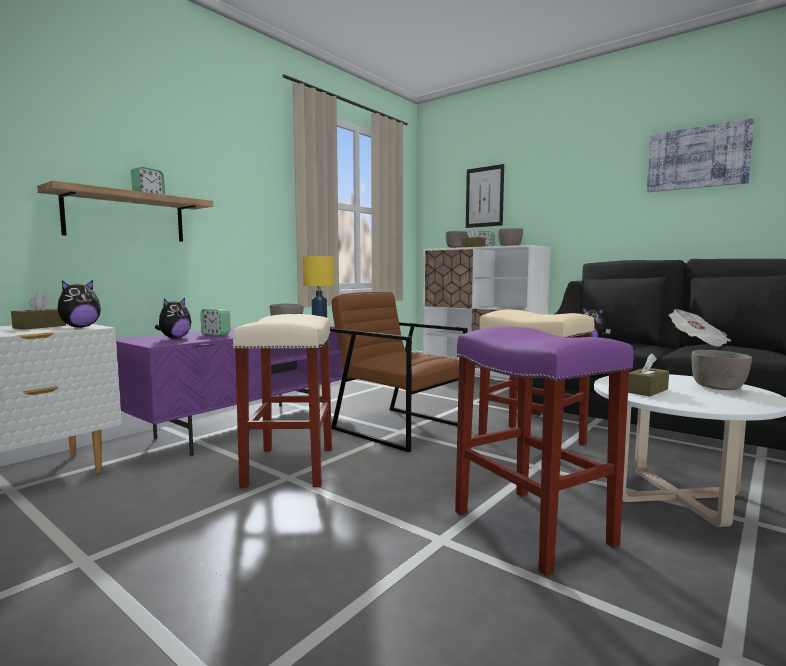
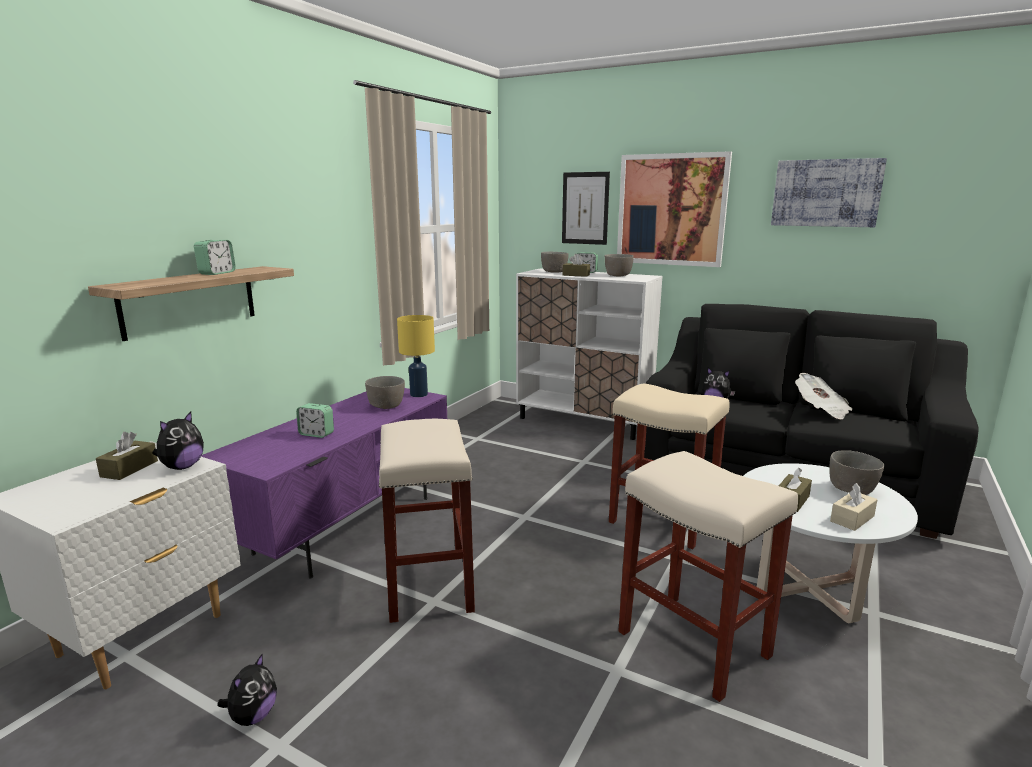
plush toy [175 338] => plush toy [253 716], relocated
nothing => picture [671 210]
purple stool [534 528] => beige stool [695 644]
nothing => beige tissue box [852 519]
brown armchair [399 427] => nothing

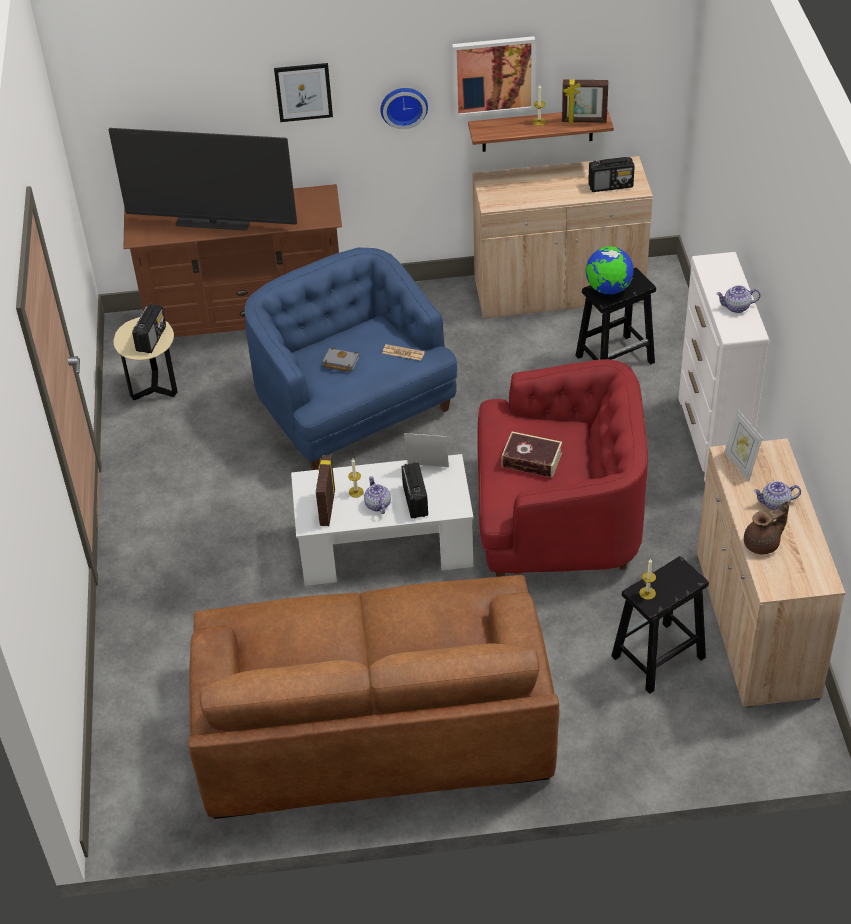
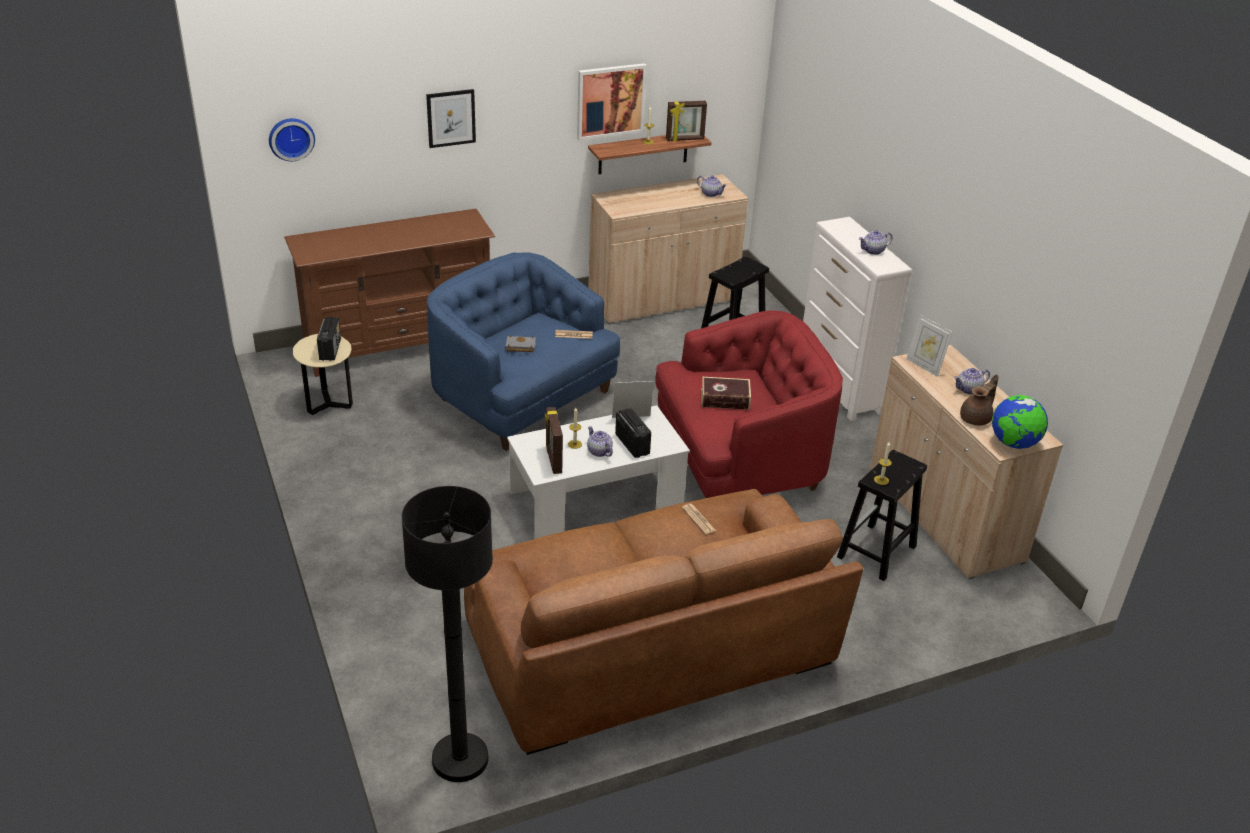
wall clock [403 105] => wall clock [291 138], relocated
nothing => black floor lamp [460 759]
nothing => newspaper [698 519]
radio [611 185] => teapot [711 194]
globe [608 289] => globe [1013 443], relocated
television [212 224] => nothing

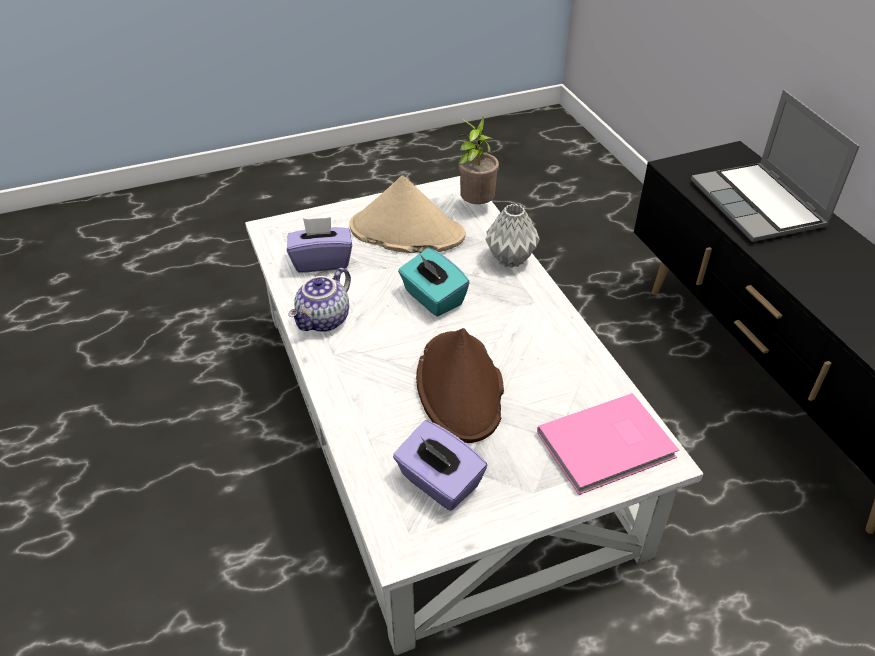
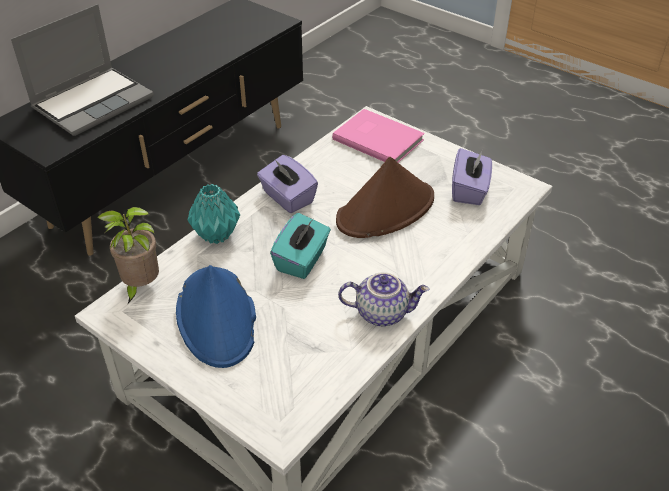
beige hat [406 232] => blue hat [217 318]
grey vase [511 259] => turquoise vase [215 234]
purple tissue box [321 261] => purple tissue box [287 198], relocated

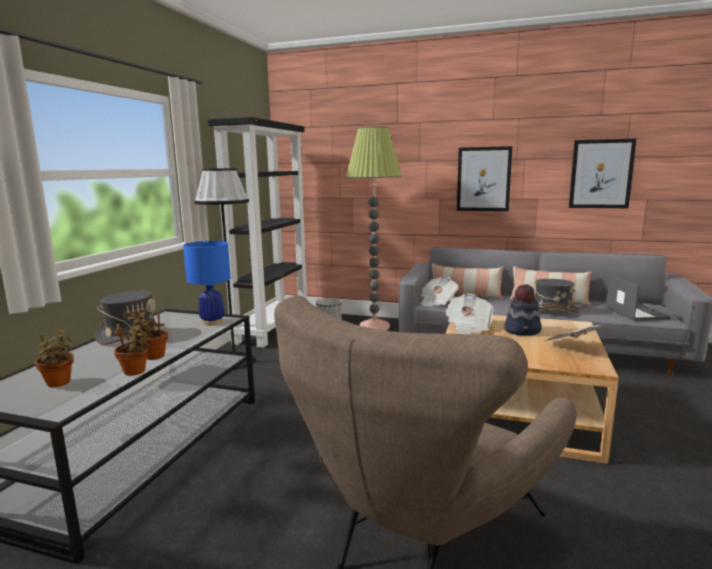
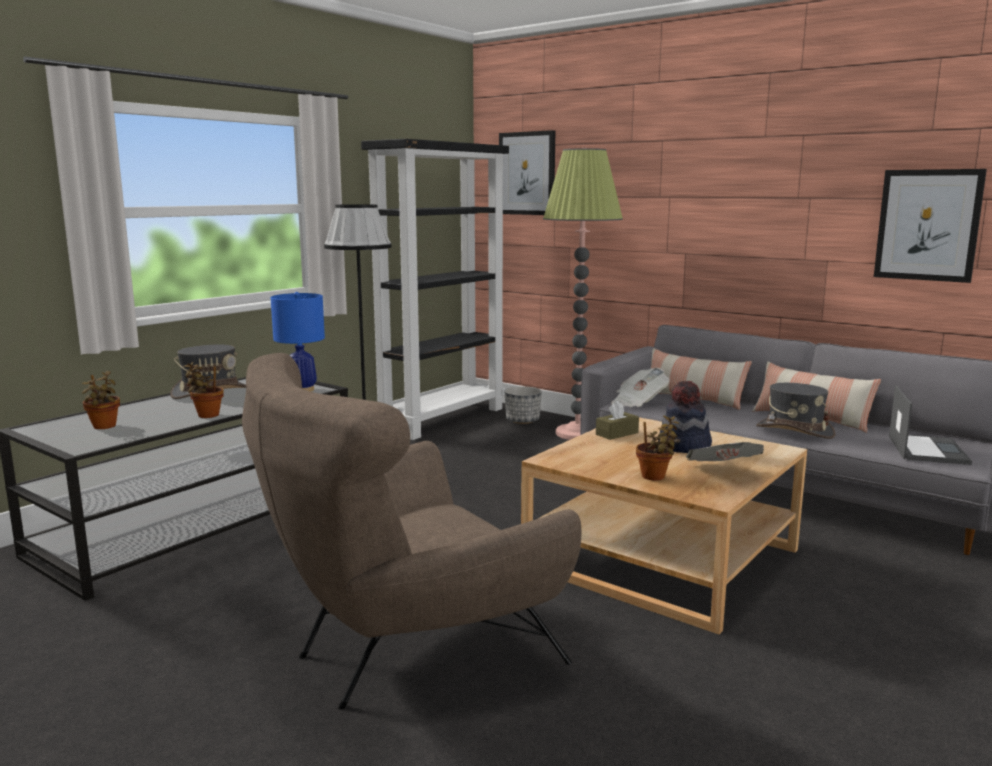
picture [483 179] => picture [527 173], relocated
newspaper [468 327] => brown tissue box [617 433]
potted plant [136 372] => potted plant [655 477], relocated

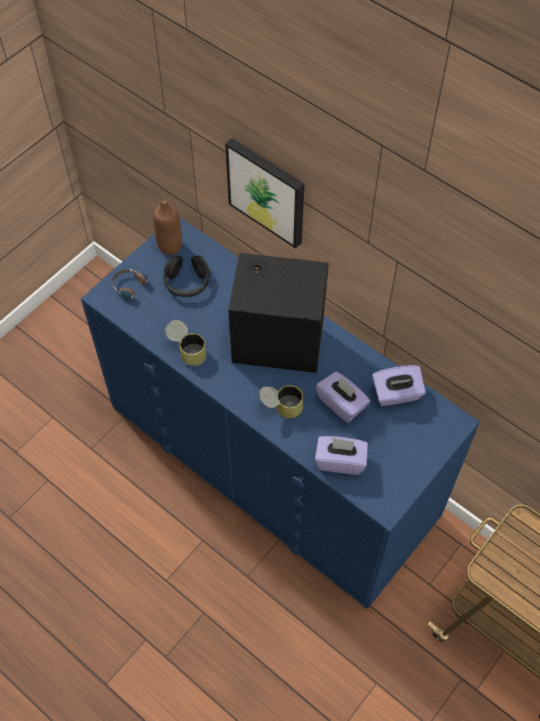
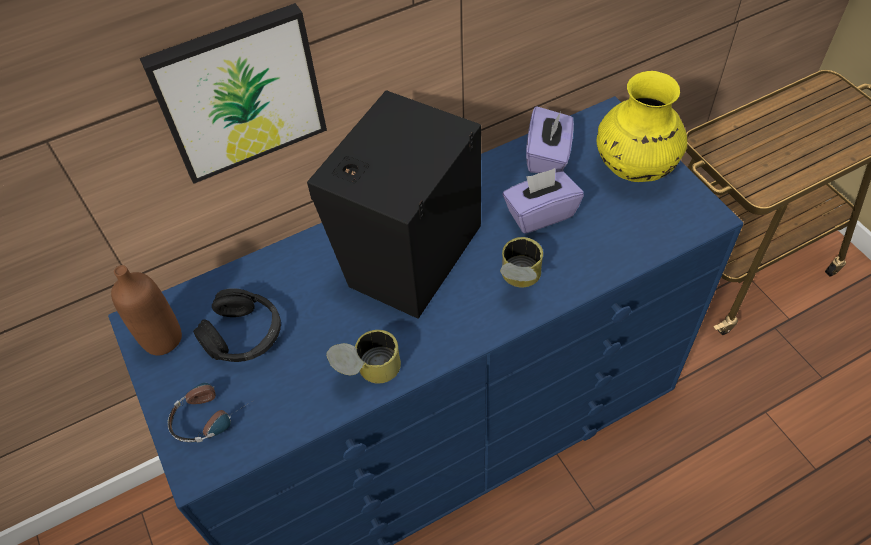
nothing => yellow vase [634 168]
purple tissue box [340 461] => nothing

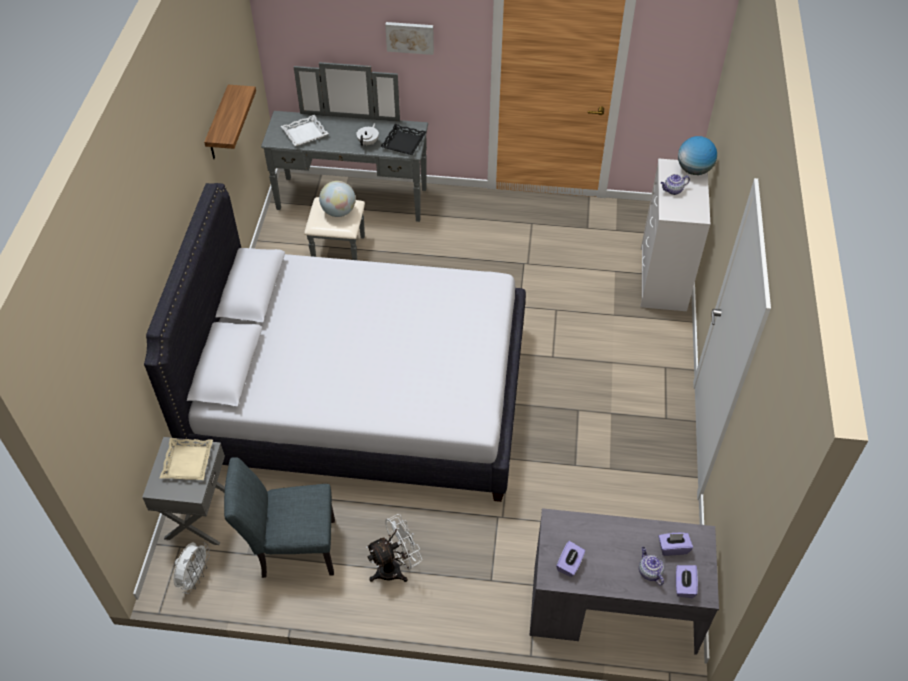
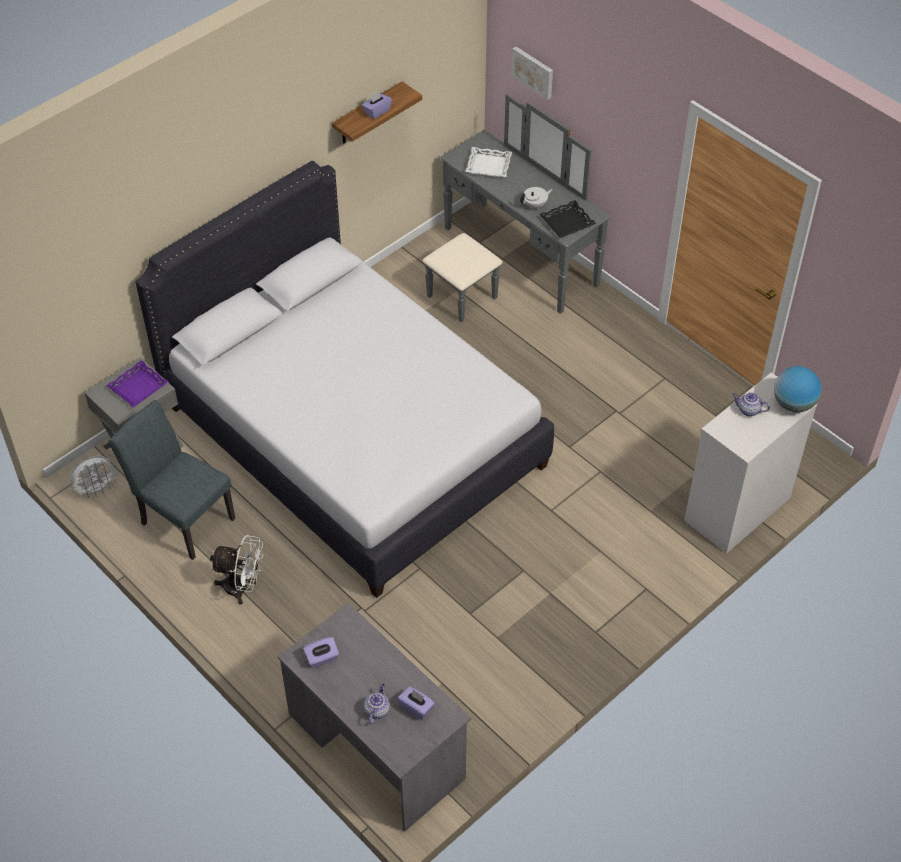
beige tray [188 462] => purple tray [138 388]
purple tissue box [684 586] => purple tissue box [377 111], relocated
picture [410 37] => picture [533 72], relocated
globe [339 212] => nothing

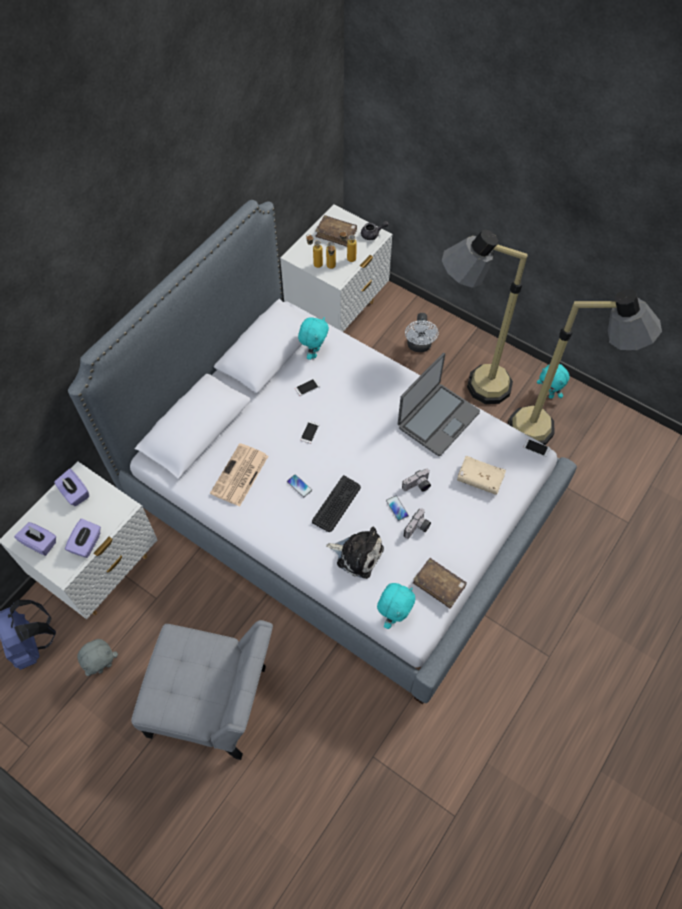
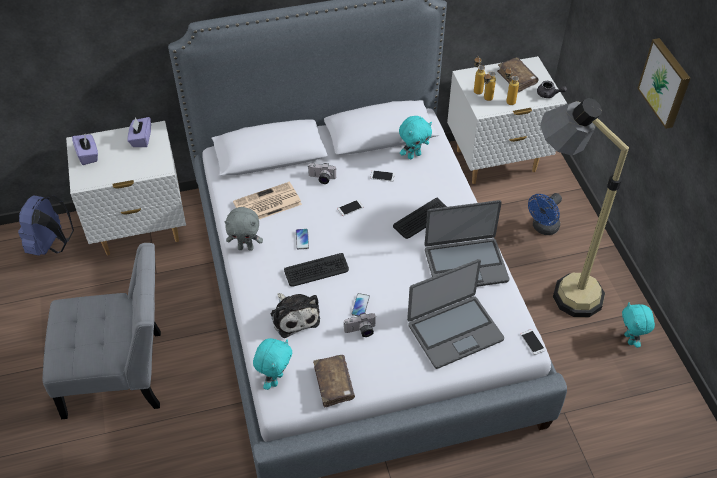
grey chair [215 704] => grey chair [121 374], 60 degrees counterclockwise
grey plush toy [104 666] => grey plush toy [246 247], relocated
turquoise plush toy [393 615] => turquoise plush toy [275 379], 45 degrees counterclockwise
photo camera [417 486] => photo camera [321 179], relocated
nothing => keyboard [421 219]
beige book [480 478] => laptop [454 331]
white fan [419 346] => blue fan [543 228]
nothing => picture [666 82]
purple tissue box [87 544] => nothing
floor lamp [551 436] => nothing

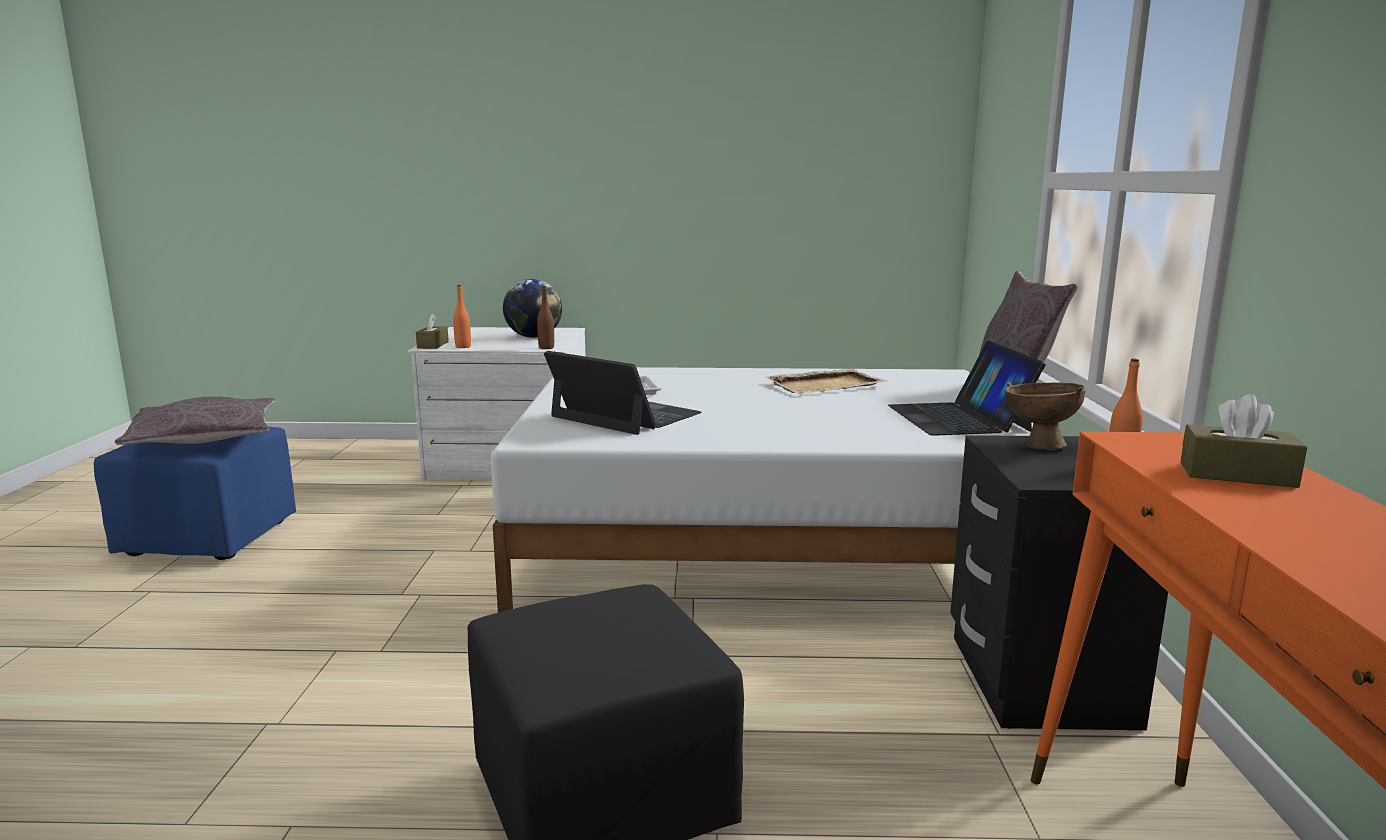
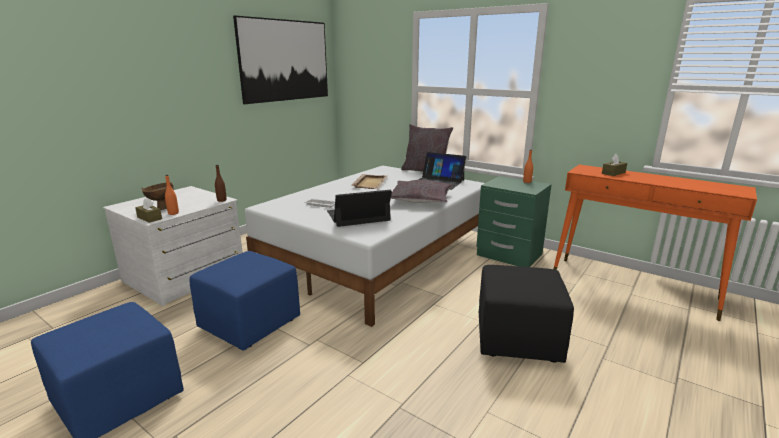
brown bowl [1037 444] => brown bowl [161 208], relocated
nothing => blue ottoman [249 325]
nothing => picture [285 60]
grey pillow [205 438] => grey pillow [420 199], relocated
black nightstand [1036 680] => green nightstand [509 255]
globe [534 337] => nothing

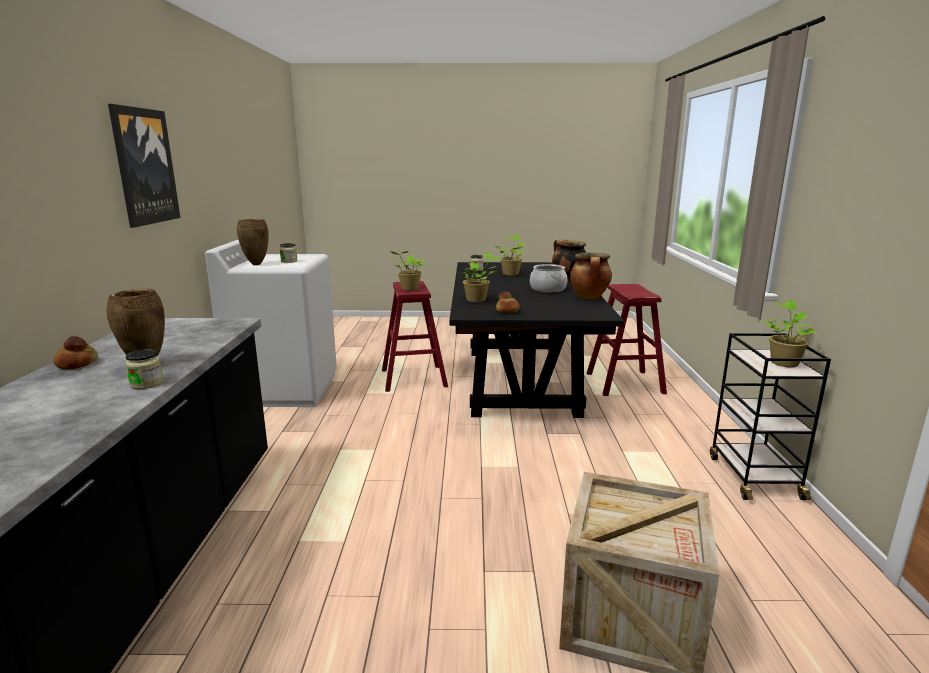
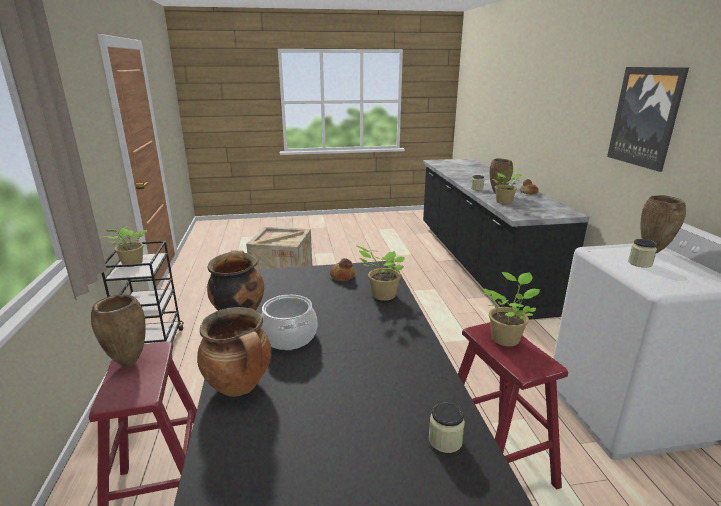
nothing => brown vase [128 364]
potted plant [511 274] => potted plant [504 202], relocated

